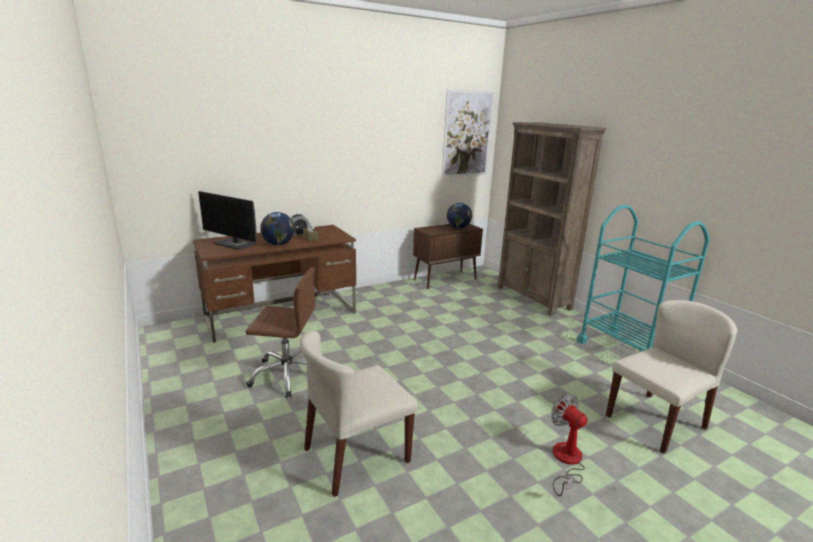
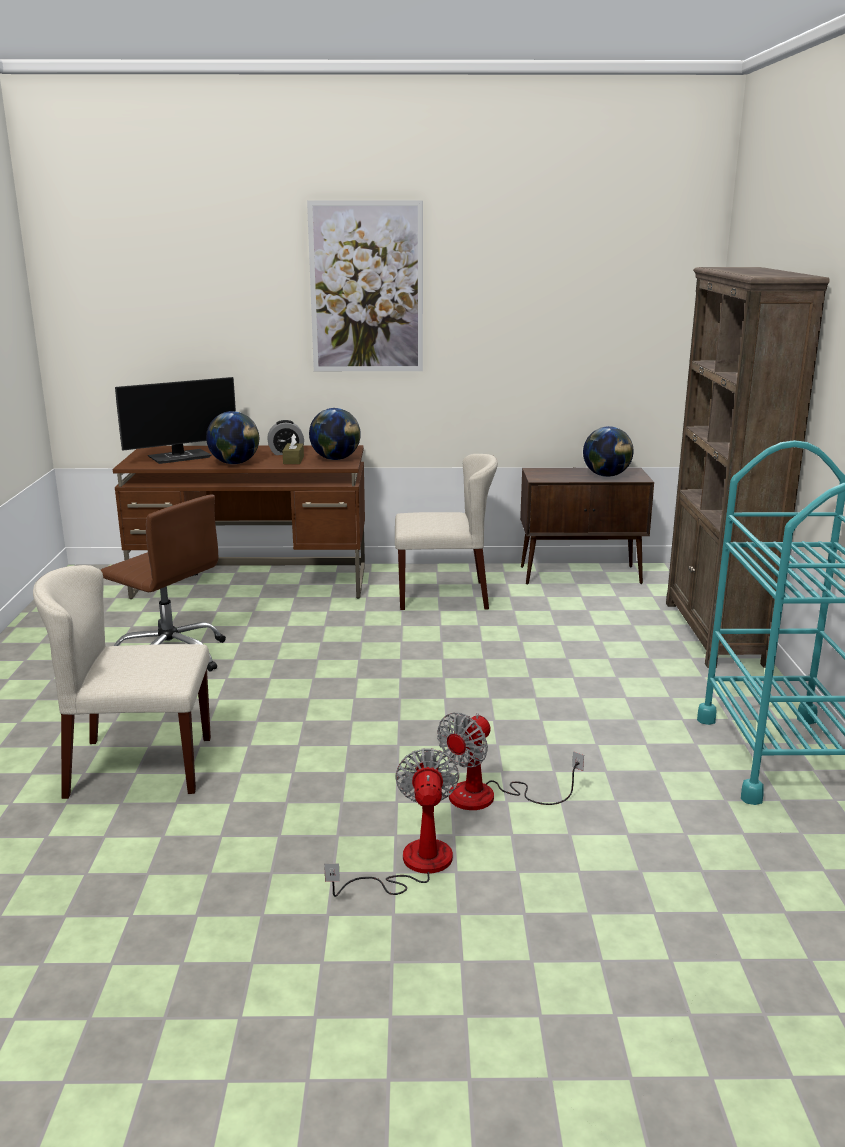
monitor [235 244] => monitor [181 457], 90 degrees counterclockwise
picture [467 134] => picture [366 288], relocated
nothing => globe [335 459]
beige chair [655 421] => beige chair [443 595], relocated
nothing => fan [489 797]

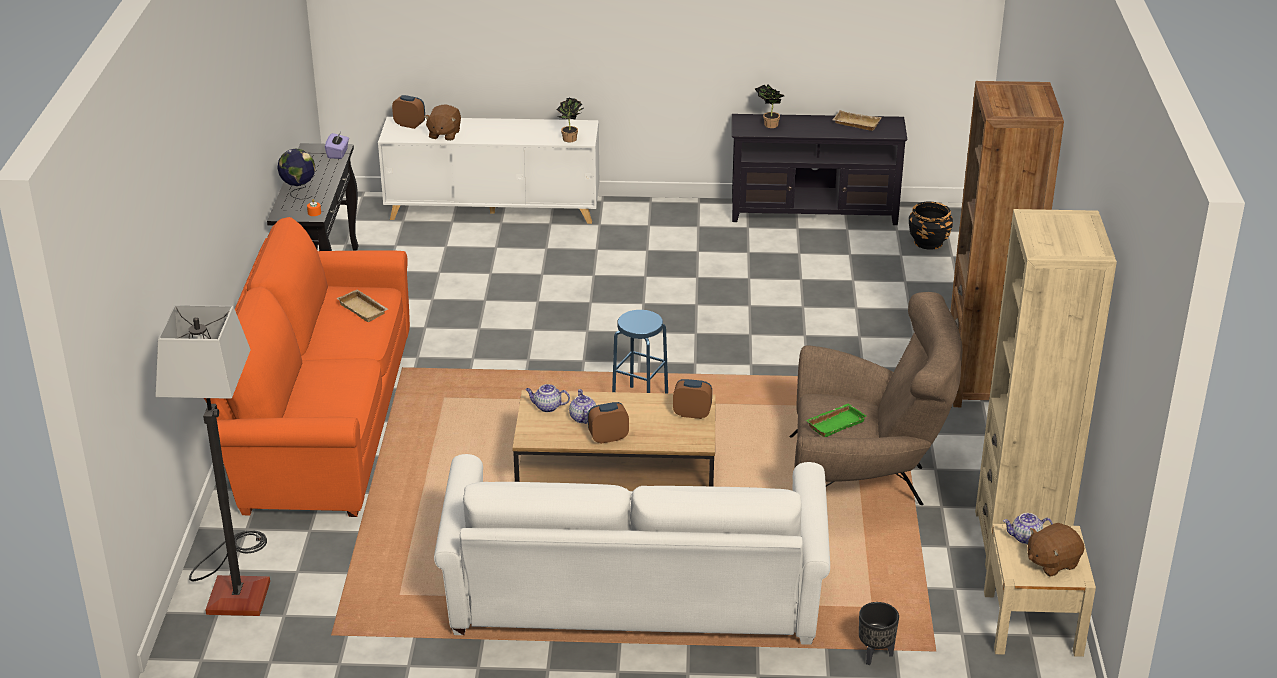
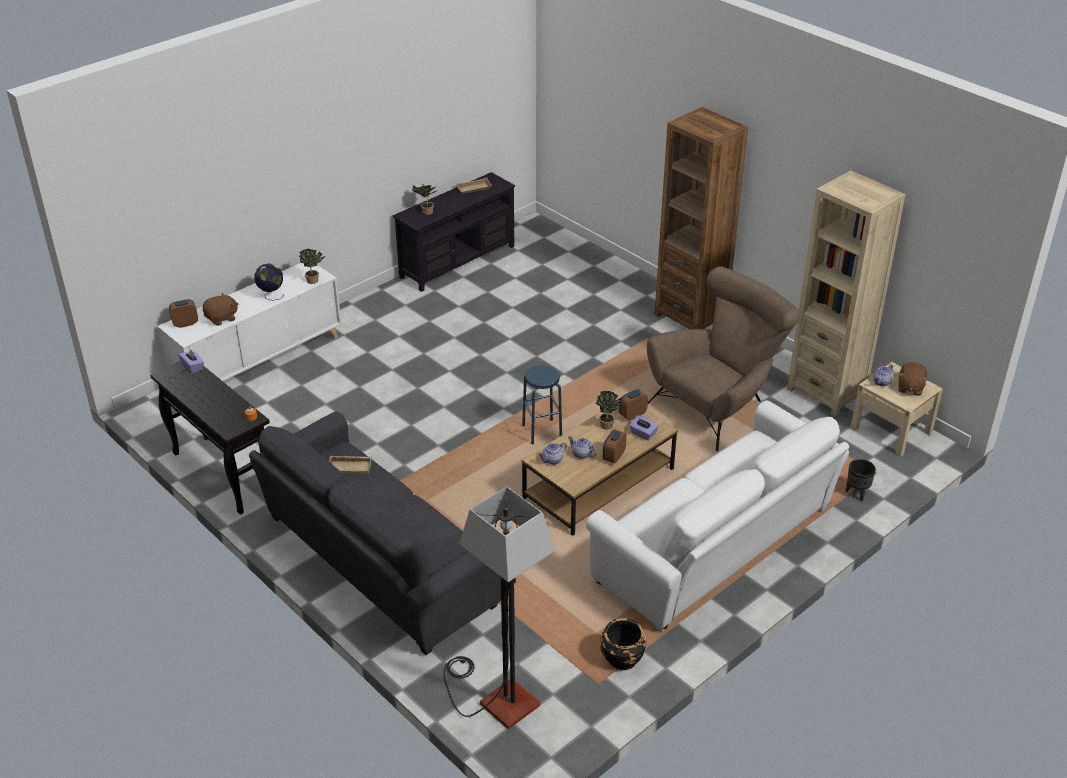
brown plush toy [444 134] => brown plush toy [222 318], 90 degrees counterclockwise
orange sofa [320 421] => grey sofa [375 564]
globe [299 193] => globe [271 296], relocated
nothing => potted plant [608 426]
black planter [928 242] => black planter [622 658], relocated
nothing => purple tissue box [643 434]
green tray [835 423] => nothing

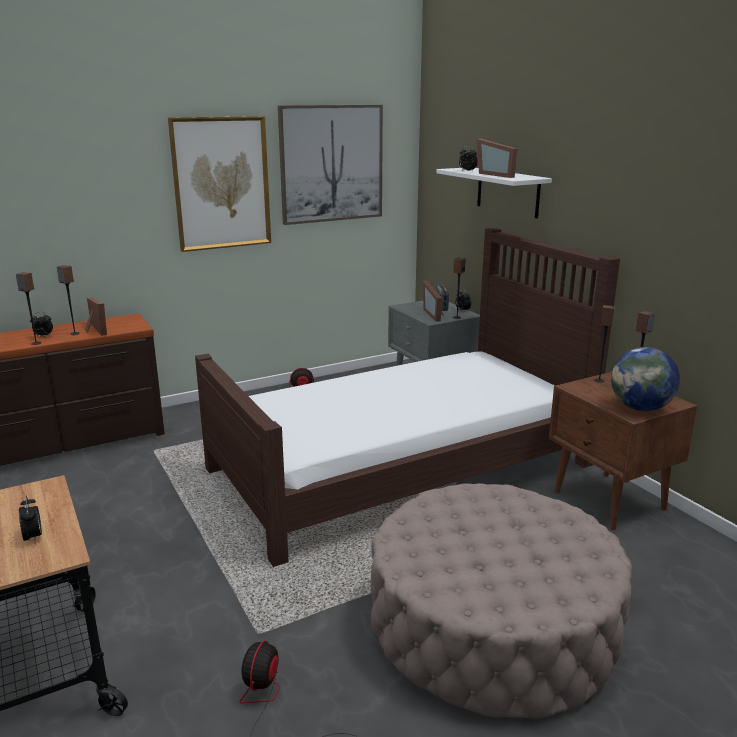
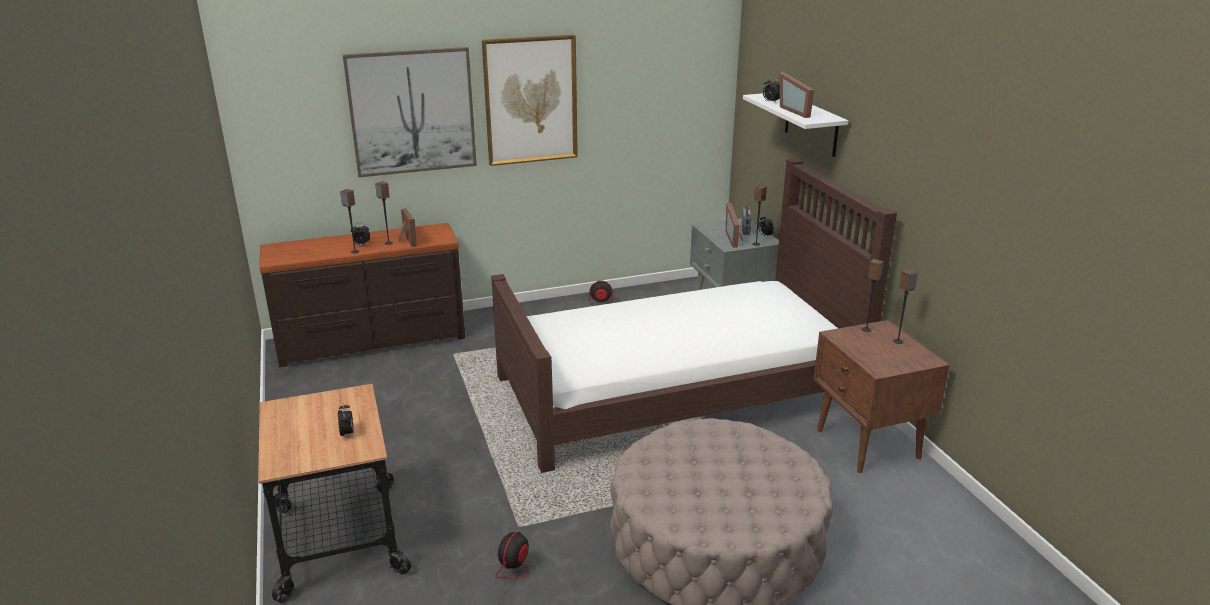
picture [331 164] => picture [412 112], relocated
globe [640 408] => nothing

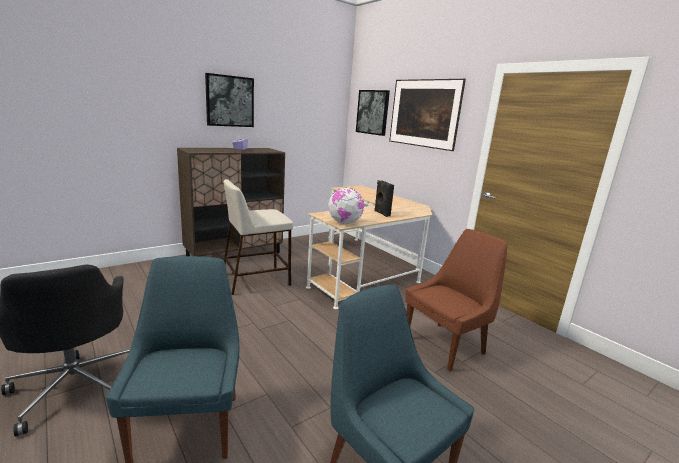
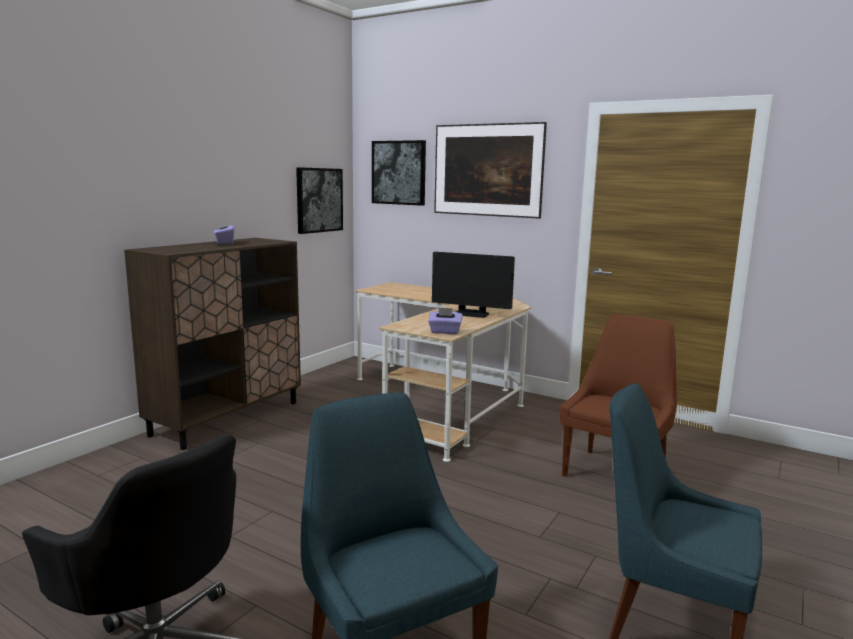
picture [230 101] => picture [319 200], relocated
globe [344 223] => purple tissue box [445 332]
black speaker [381 213] => monitor [471 314]
beige stool [256 279] => nothing

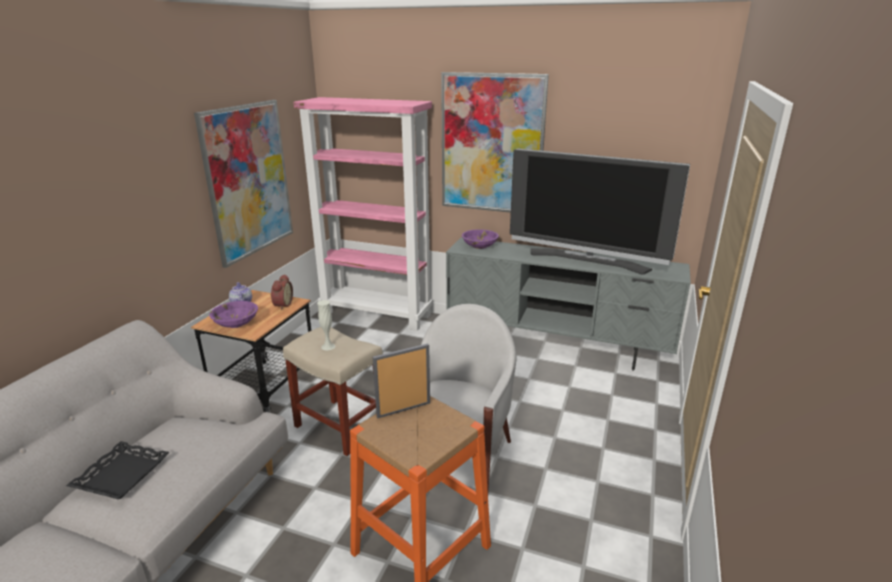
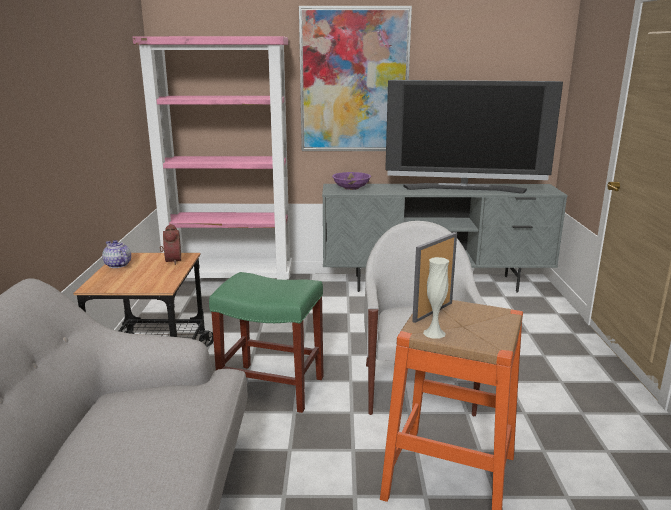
beige stool [339 425] => green stool [270 387]
white vase [328 346] => white vase [434 333], relocated
black tray [122 475] => nothing
picture [248 180] => nothing
purple bowl [236 323] => nothing

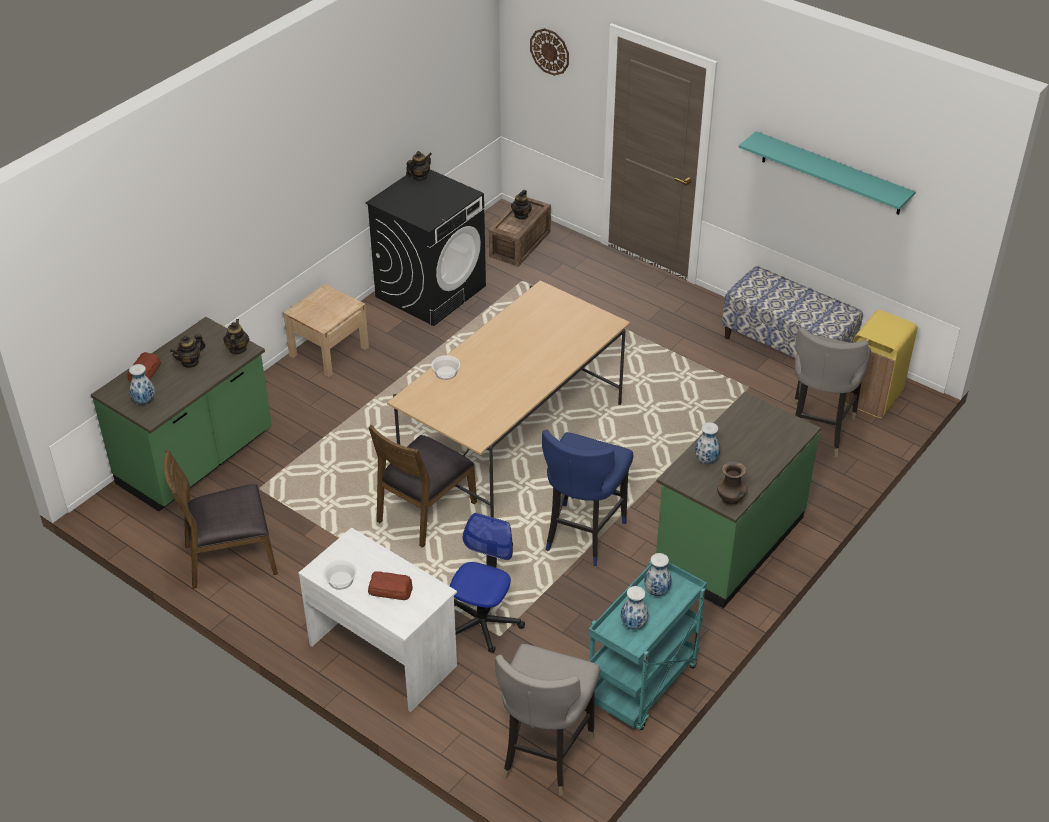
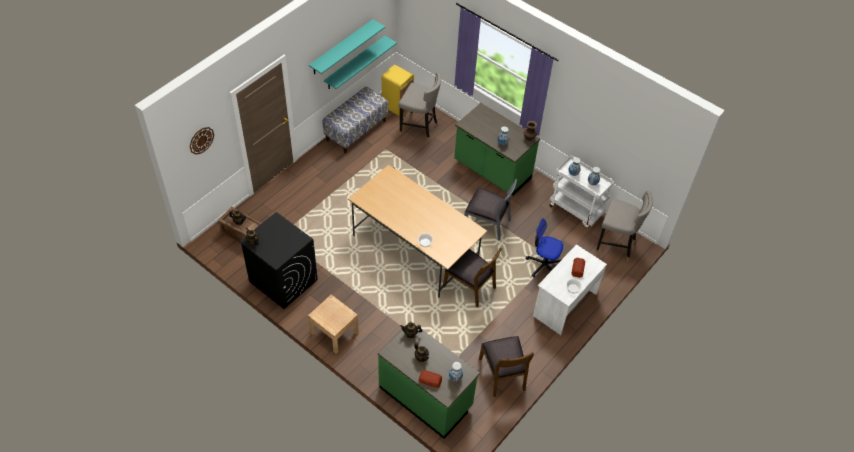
nothing => turquoise shelf [355 63]
blue stool [582 535] => grey chair [487 223]
turquoise cart [642 687] => white cart [576 210]

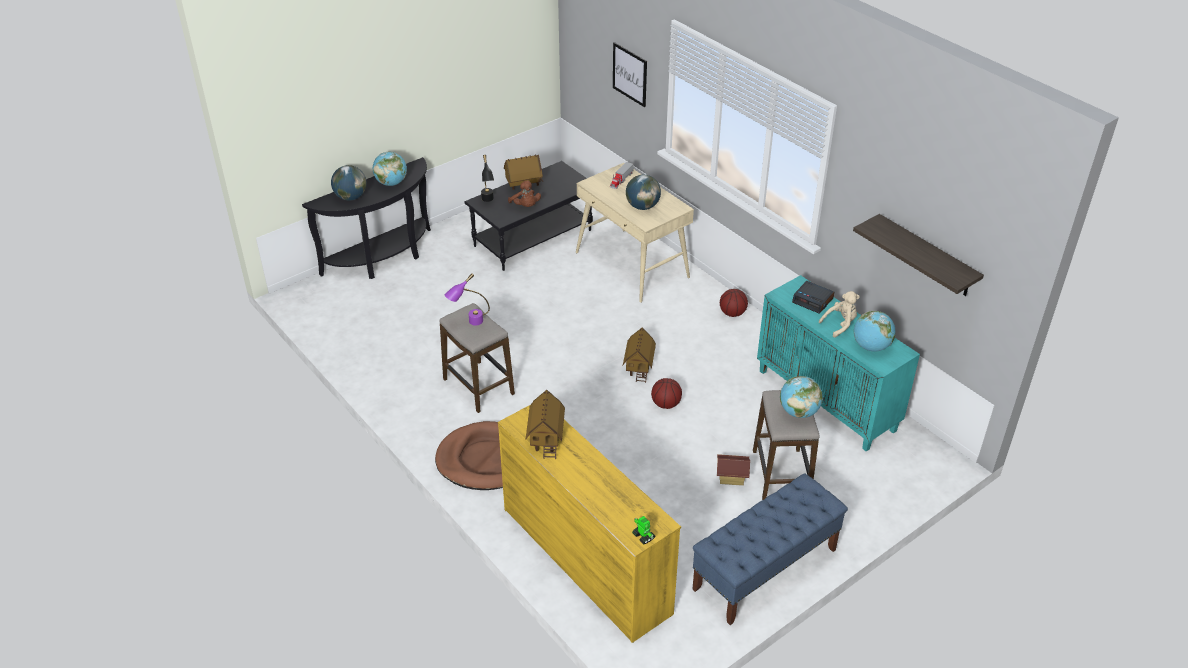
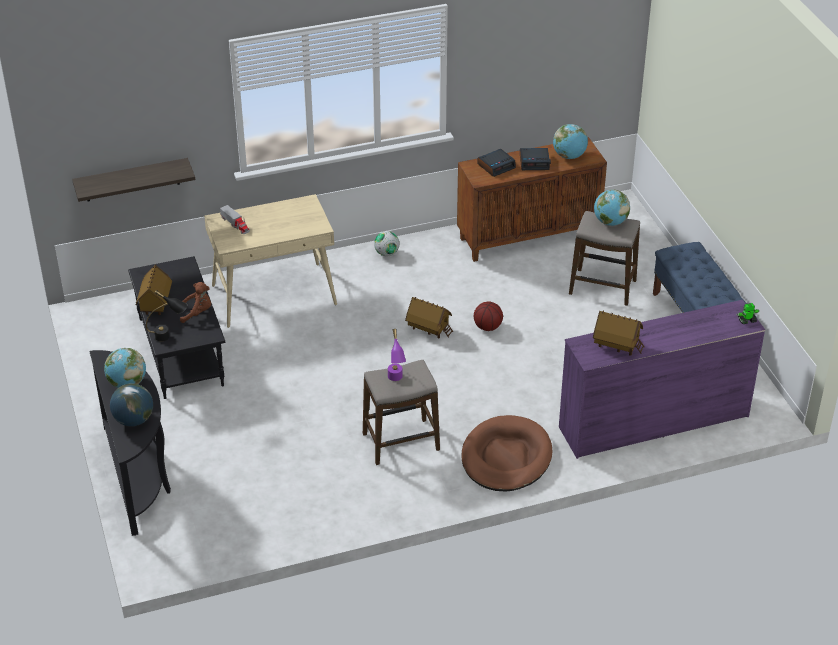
shelf [926 256] => shelf [132 180], relocated
basketball [732 313] => football [387 253]
turquoise cabinet [827 400] => brown cabinet [528 236]
beige plush toy [840 325] => alarm clock [534 162]
yellow dresser [586 559] => purple dresser [653 421]
picture [630 74] => nothing
globe [642 206] => nothing
toy house [731 478] => nothing

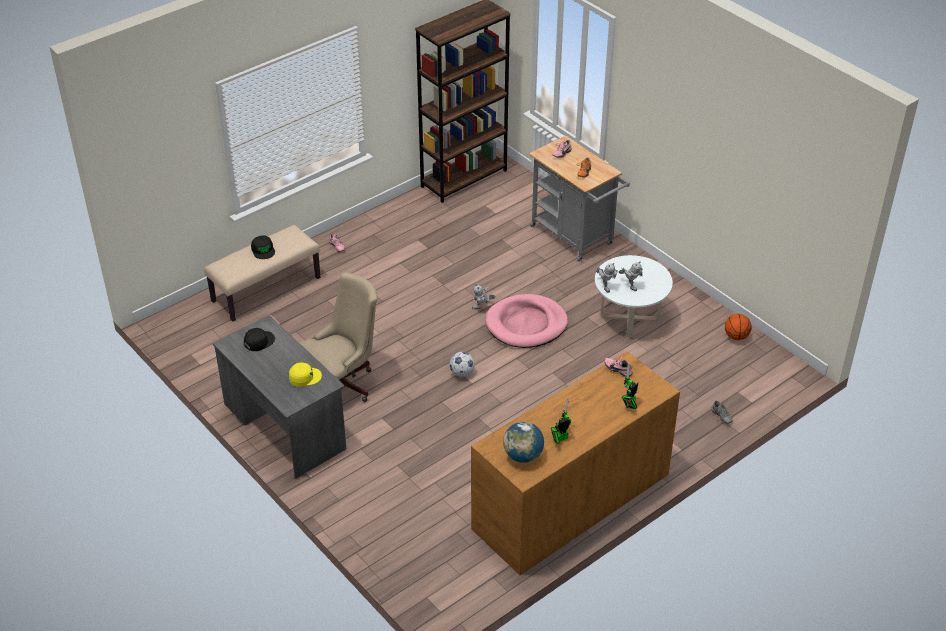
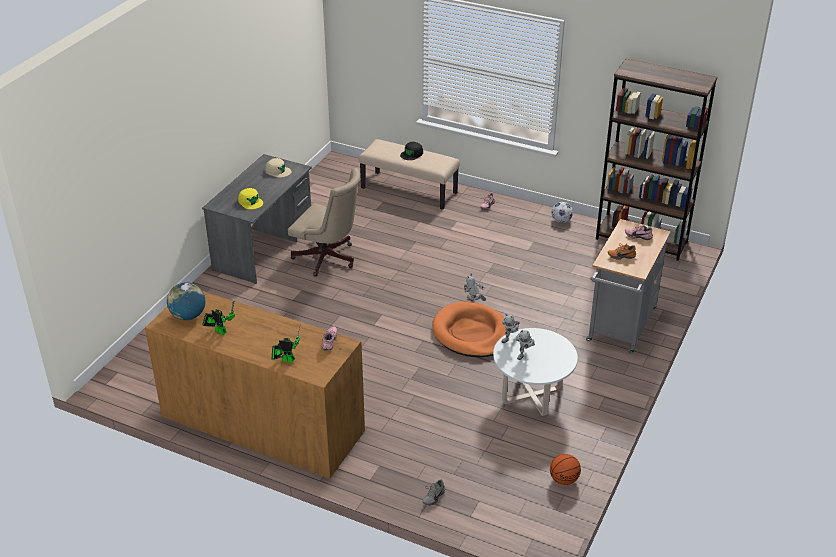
black cap [259 341] => beige cap [278 171]
pink dog bed [526 324] => orange dog bed [471 333]
football [462 373] => football [561 221], relocated

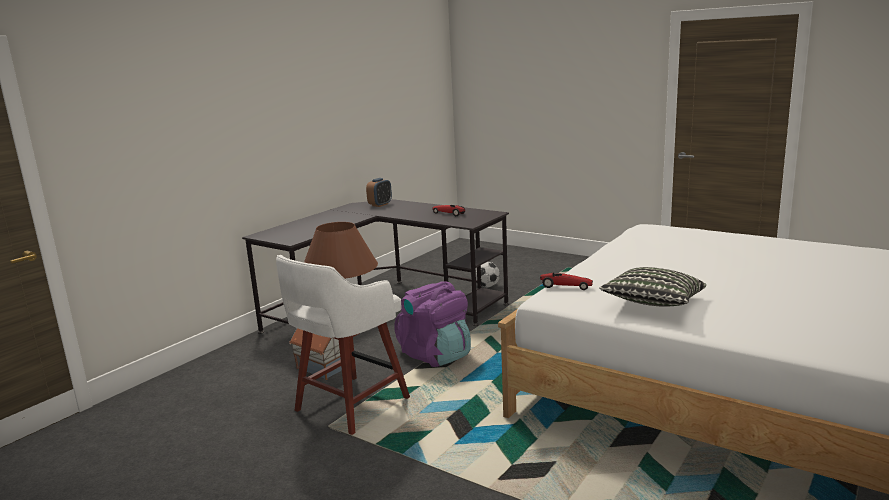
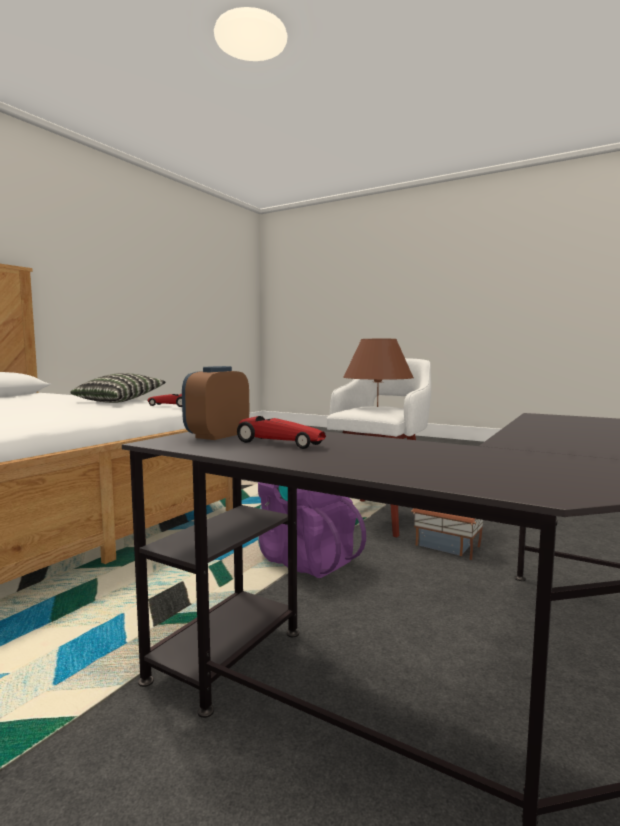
alarm clock [380 205] => alarm clock [217 436], relocated
football [487 286] => nothing

